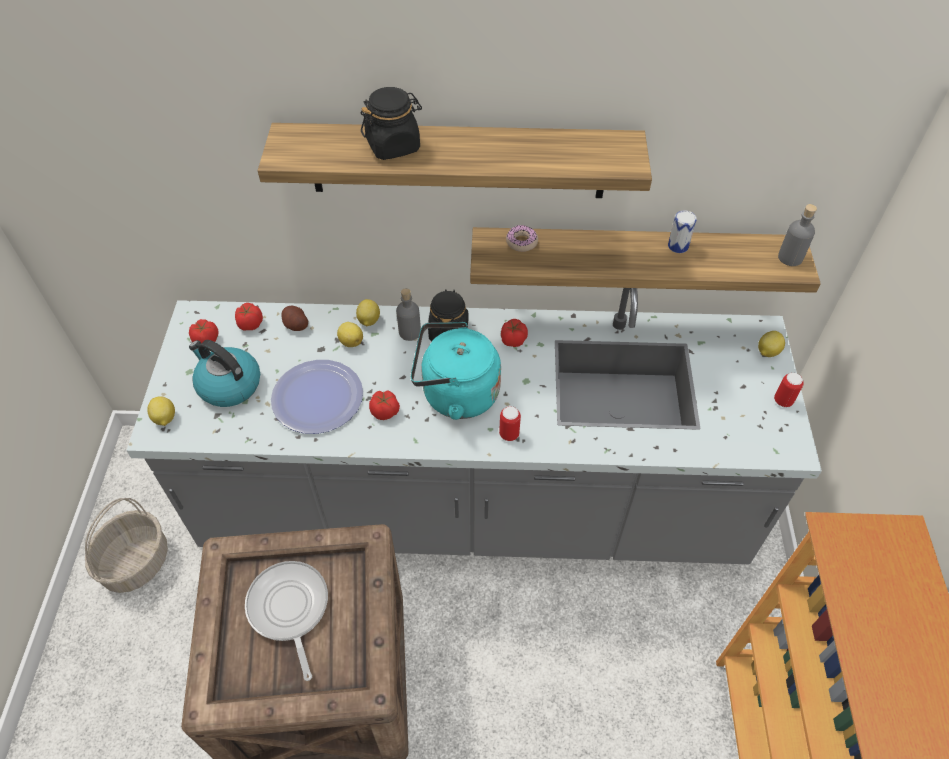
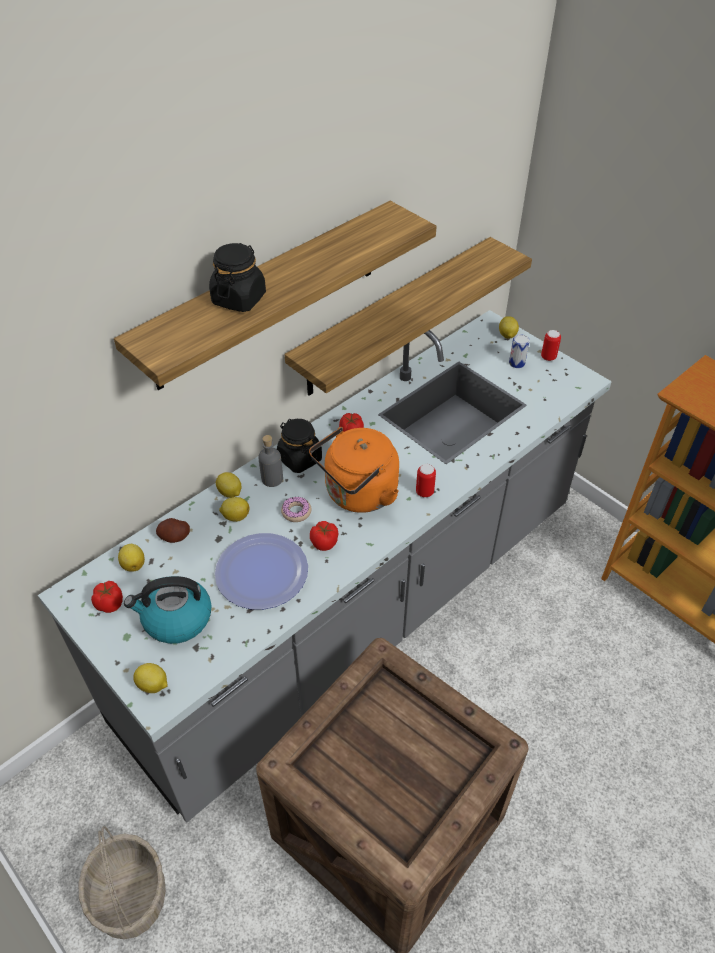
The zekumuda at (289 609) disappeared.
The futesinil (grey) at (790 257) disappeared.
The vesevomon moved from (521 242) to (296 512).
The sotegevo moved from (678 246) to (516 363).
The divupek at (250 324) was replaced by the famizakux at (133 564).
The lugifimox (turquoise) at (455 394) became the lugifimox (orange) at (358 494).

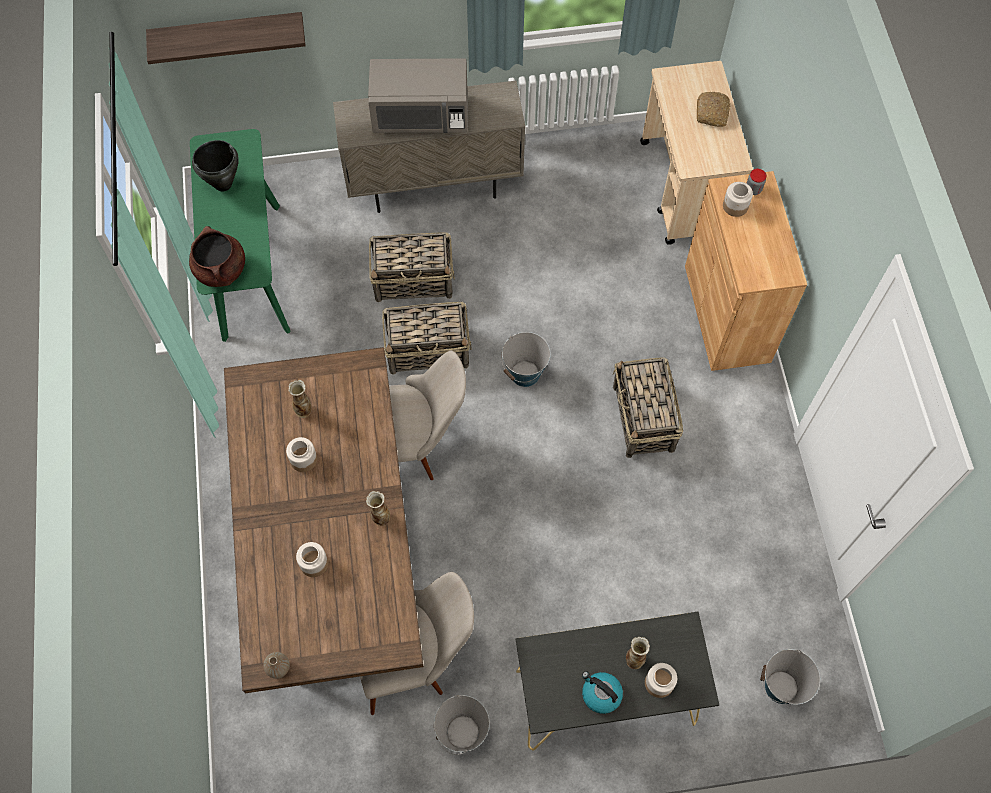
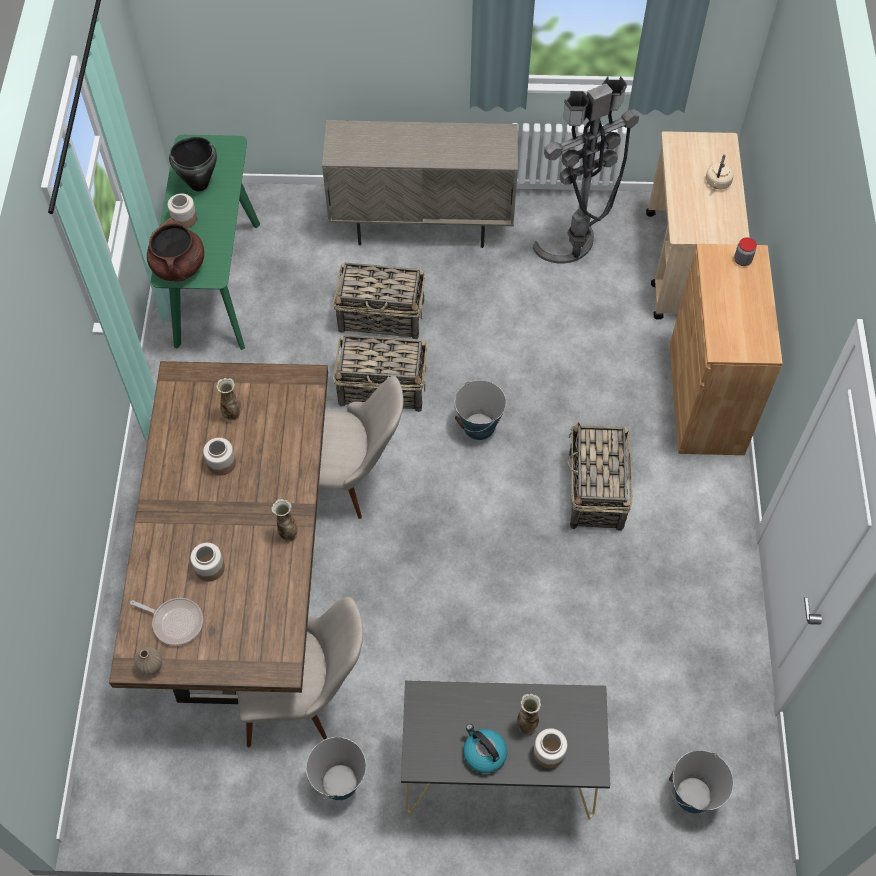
The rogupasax at (228 34) disappeared.
The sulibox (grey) at (421 115) disappeared.
The zekumuda at (175 622) appeared.
The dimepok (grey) at (573 254) appeared.
The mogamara moved from (735 206) to (184 219).
The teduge at (712 113) was replaced by the lugifimox (beige) at (717 183).

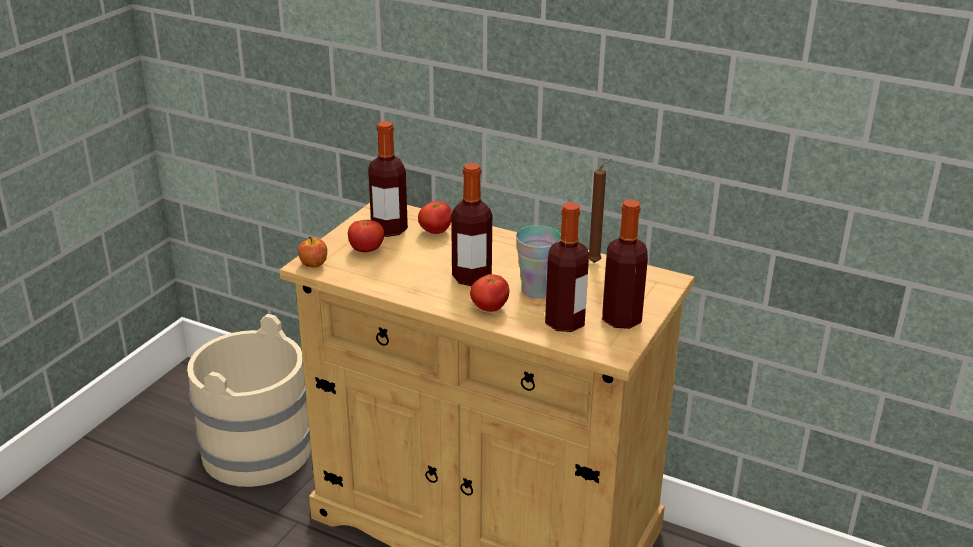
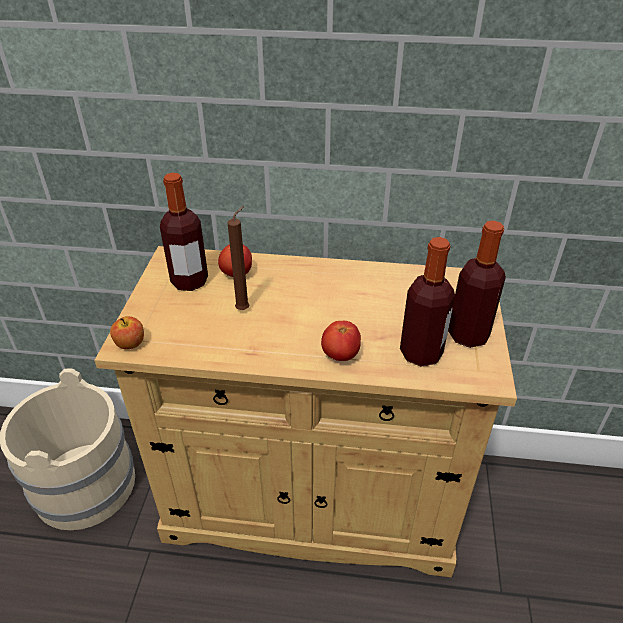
The divupek at (366 250) disappeared.
The futesinil at (471 278) disappeared.
The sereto at (536 290) disappeared.
The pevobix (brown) moved from (596 262) to (244 309).

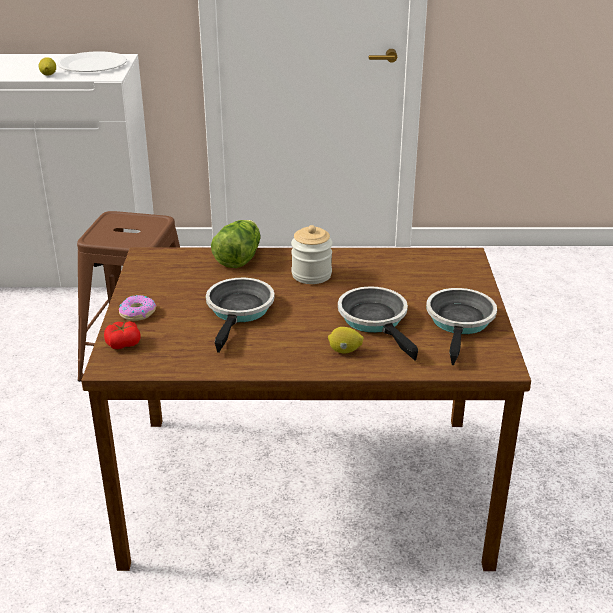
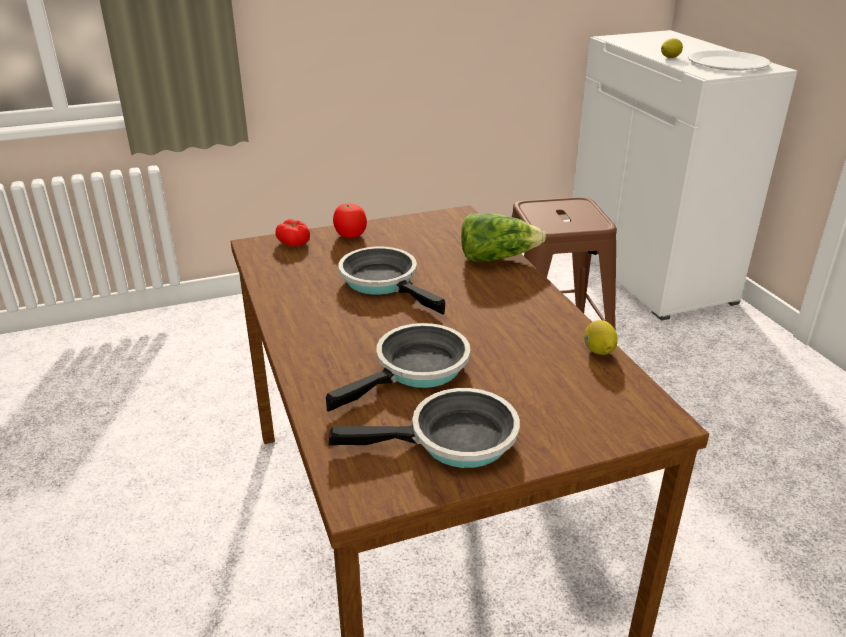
The mogamara at (311 275) disappeared.
The famizakux moved from (344 351) to (598 351).
The vesevomon at (137 313) was replaced by the divupek at (350 235).
The zekumuda at (239 311) turned 120 degrees counterclockwise.

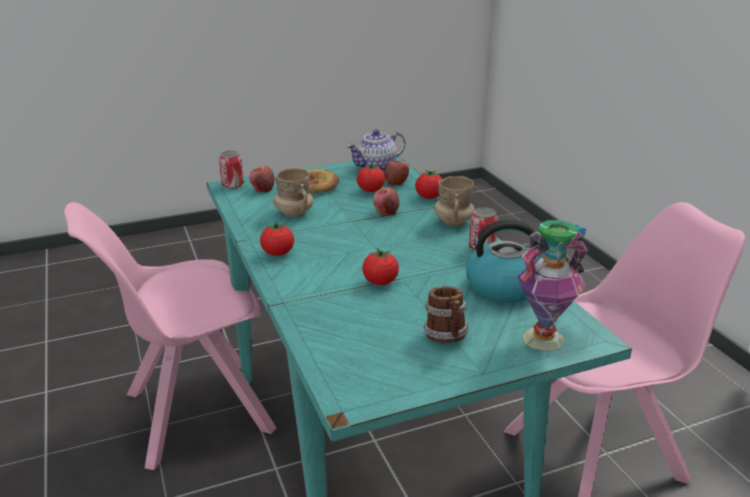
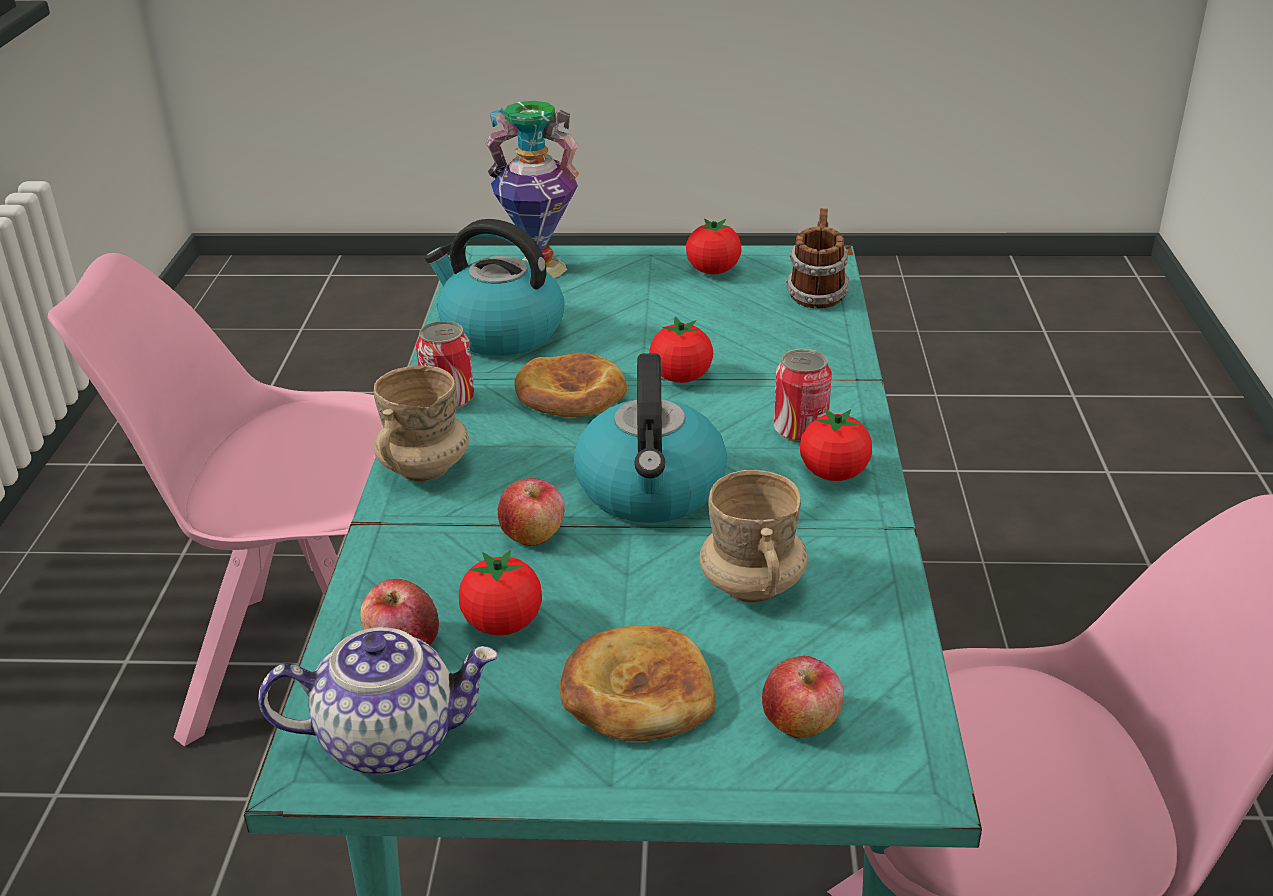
The teduge at (571 394) appeared.
The lugifimox at (651 490) appeared.
The sotegevo moved from (232 185) to (800 430).
The divupek moved from (429 197) to (713 271).
The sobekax moved from (447 337) to (816 295).

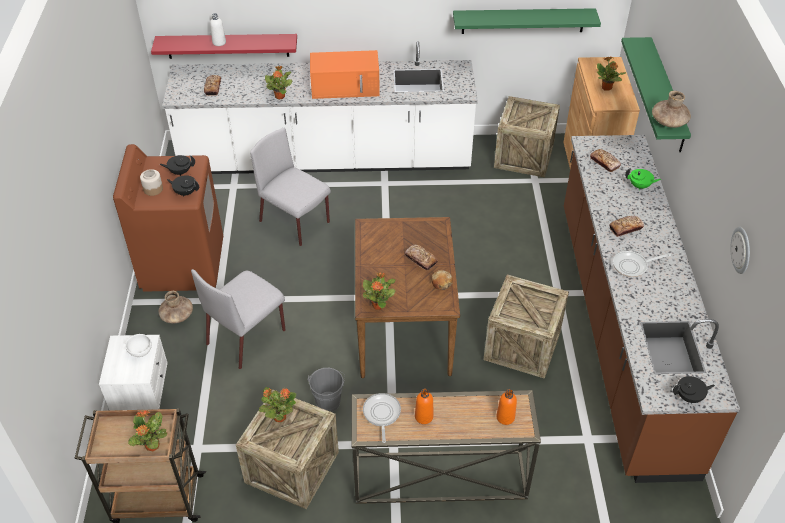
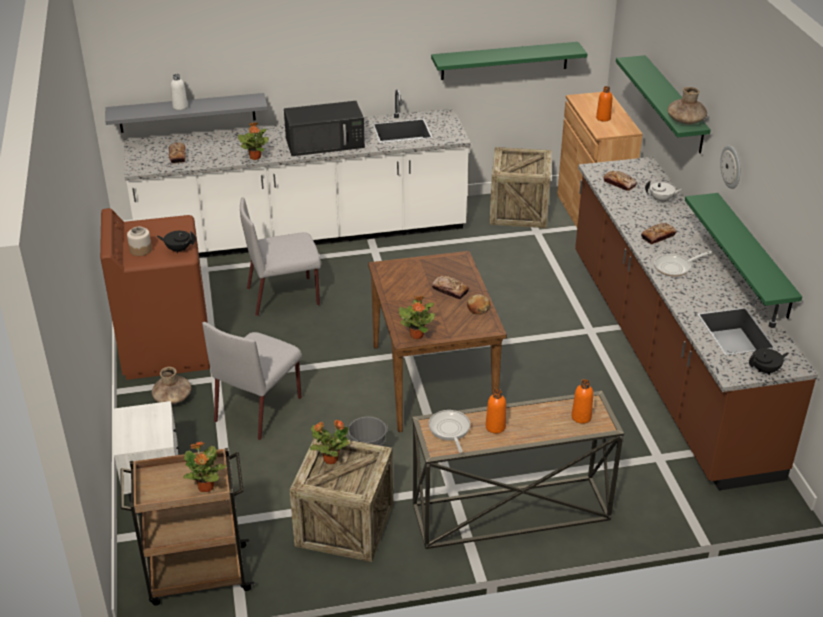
The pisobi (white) at (140 352) disappeared.
The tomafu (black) at (180 172) disappeared.
The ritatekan at (522 345) disappeared.
The rogupasax (green) at (754 256) appeared.
The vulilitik moved from (741 250) to (731 166).
The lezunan at (606 88) was replaced by the futesinil (orange) at (603 118).
The rogupasax (red) at (227 46) became the rogupasax (grey) at (187 113).
The sulibox (orange) at (346 87) became the sulibox (black) at (326 142).
The tomafu (green) at (640 186) became the tomafu (white) at (661 200).
The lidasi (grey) at (295 222) turned 45 degrees counterclockwise.

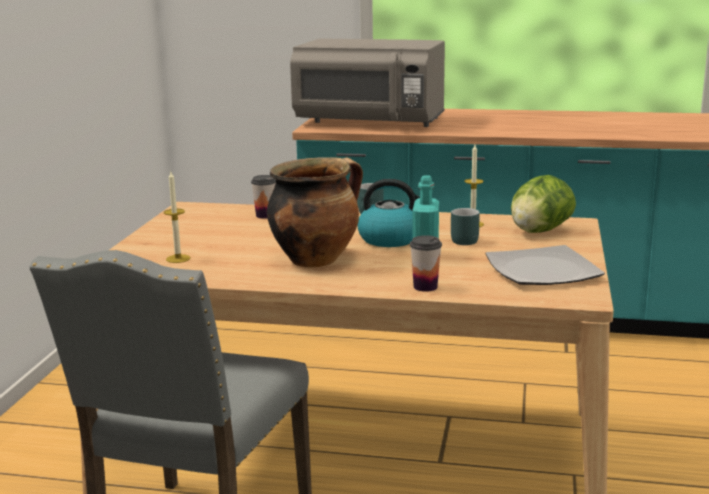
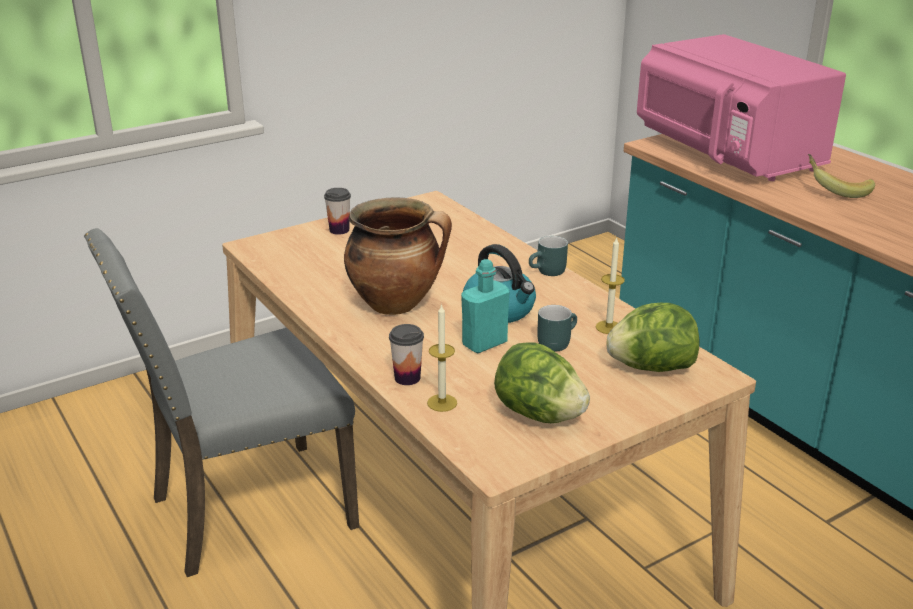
The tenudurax at (836 190) appeared.
The pevobix moved from (178 258) to (442 403).
The sereto moved from (265 215) to (339 230).
The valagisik at (541 270) was replaced by the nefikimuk at (538 415).
The sulibox (grey) at (370 122) became the sulibox (pink) at (727 154).

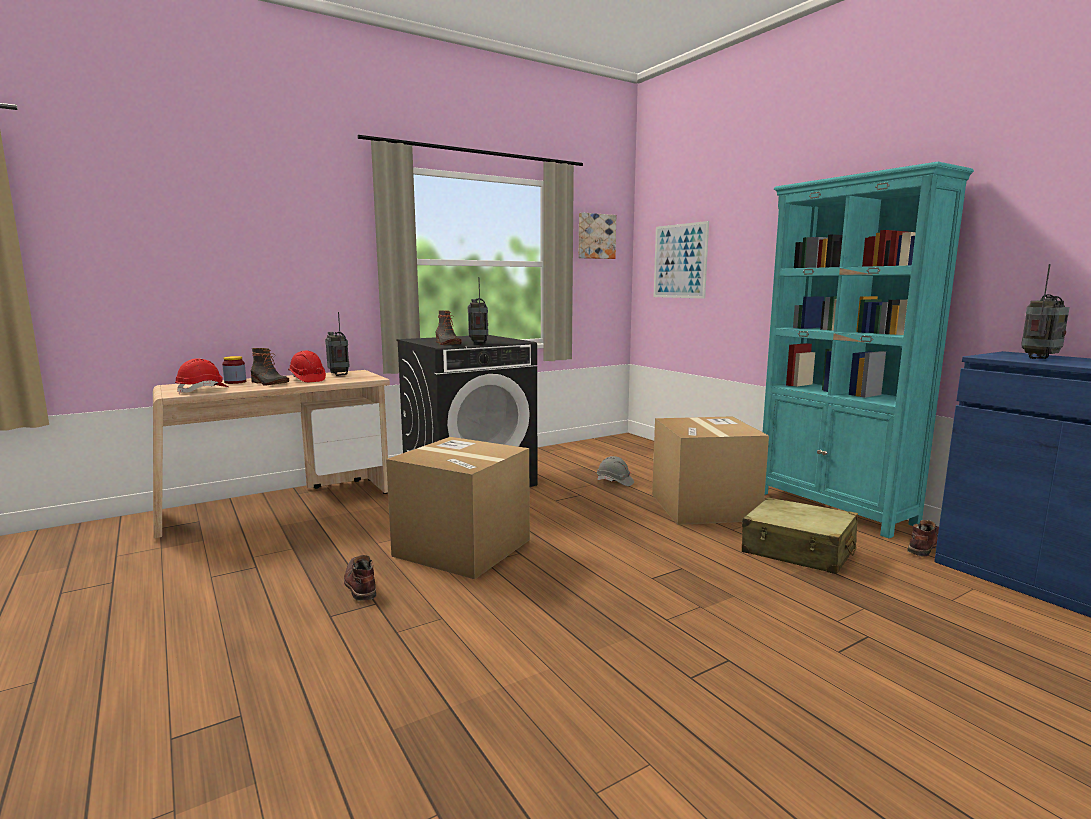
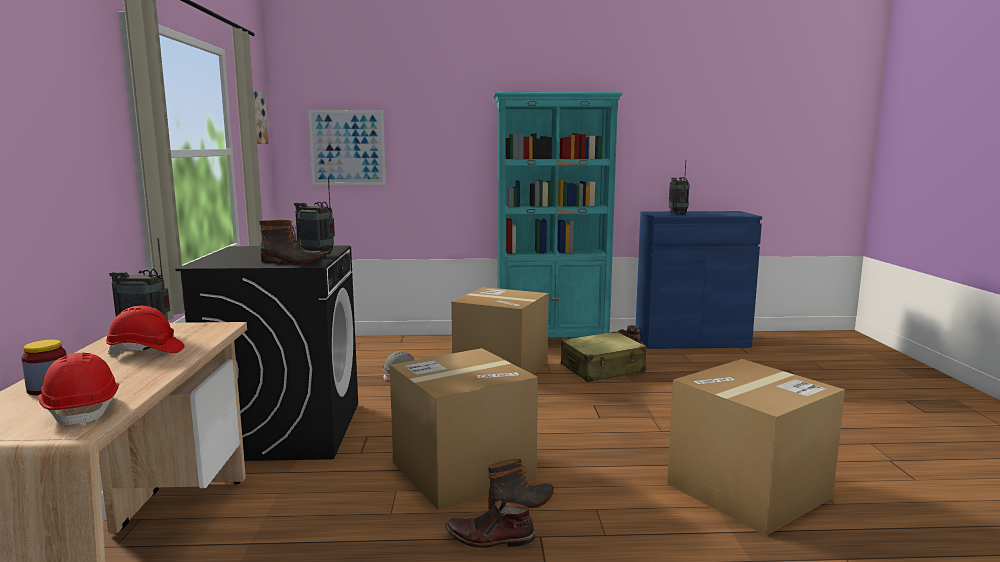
The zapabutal at (748 490) appeared.
The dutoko moved from (268 383) to (522 503).

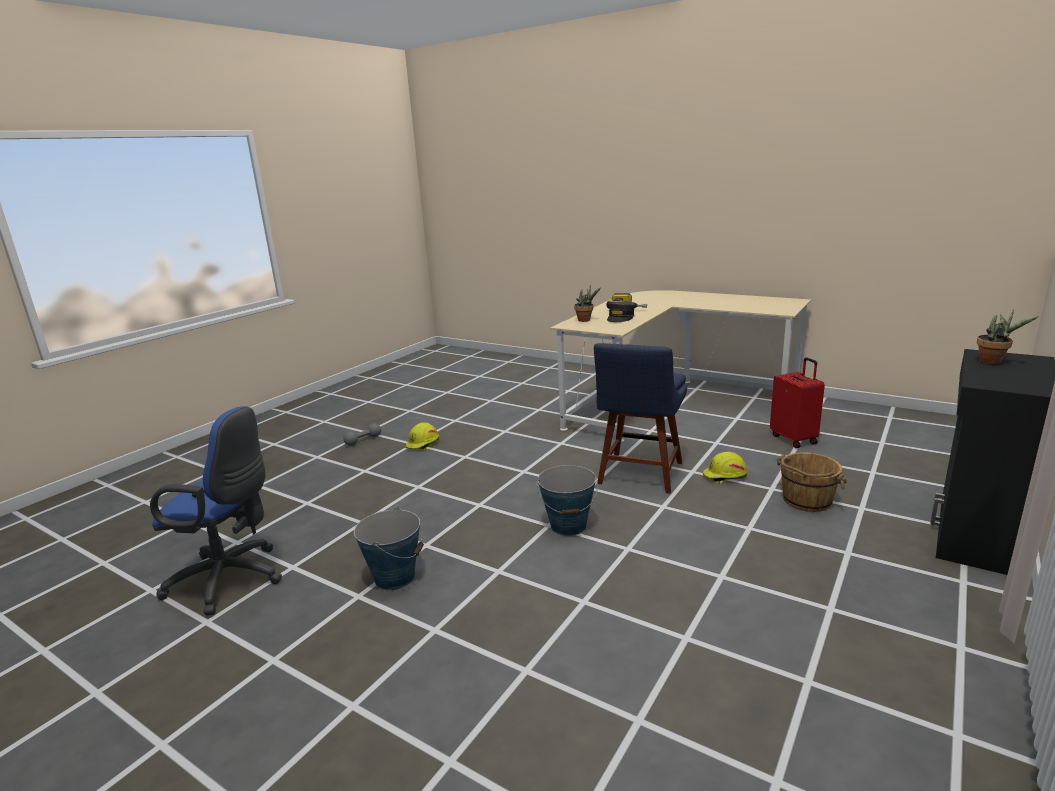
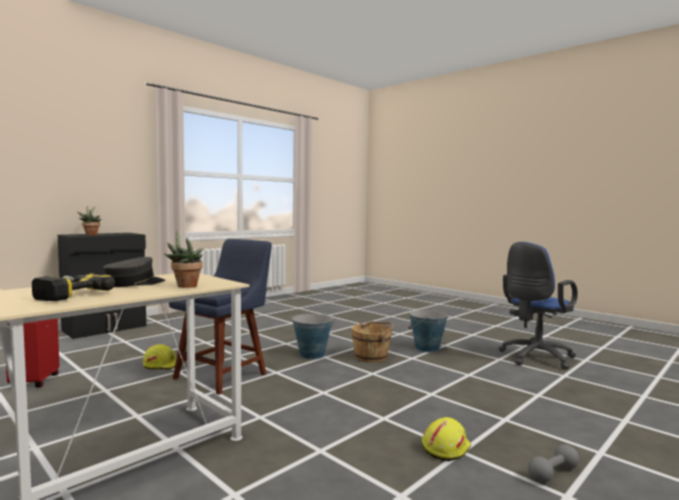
The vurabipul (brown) moved from (806 500) to (371 356).
The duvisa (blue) at (232 580) turned 60 degrees counterclockwise.

